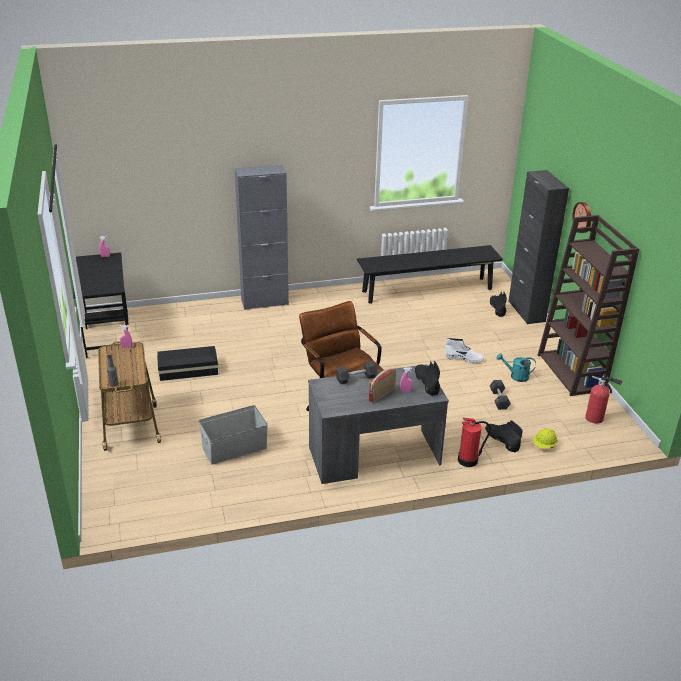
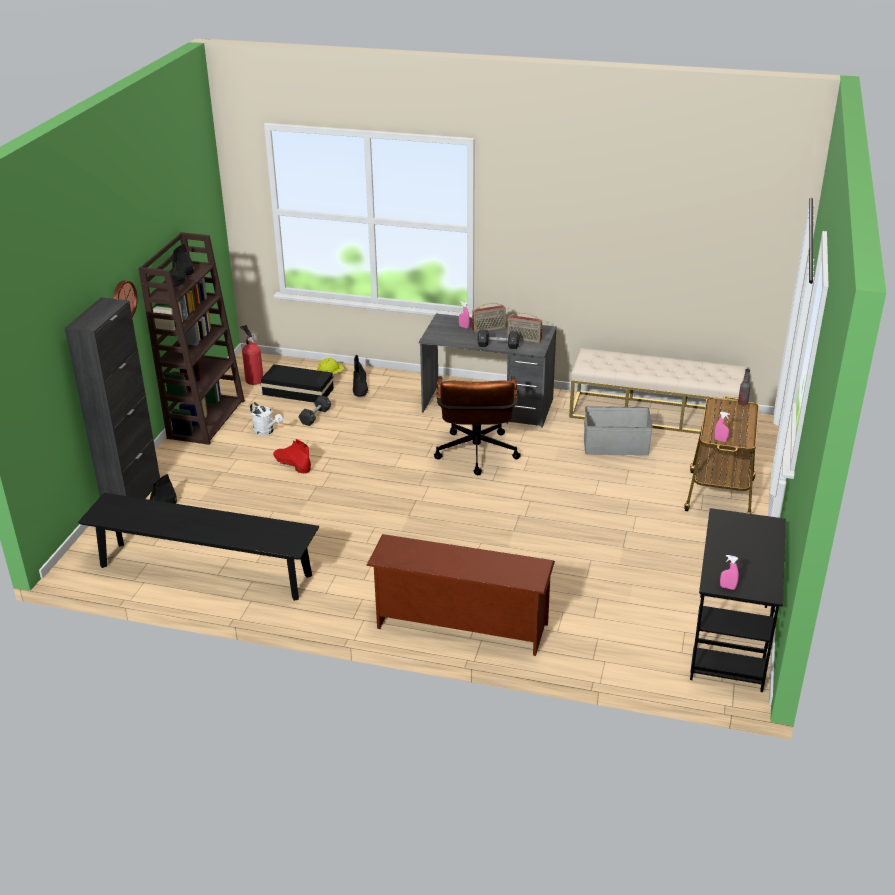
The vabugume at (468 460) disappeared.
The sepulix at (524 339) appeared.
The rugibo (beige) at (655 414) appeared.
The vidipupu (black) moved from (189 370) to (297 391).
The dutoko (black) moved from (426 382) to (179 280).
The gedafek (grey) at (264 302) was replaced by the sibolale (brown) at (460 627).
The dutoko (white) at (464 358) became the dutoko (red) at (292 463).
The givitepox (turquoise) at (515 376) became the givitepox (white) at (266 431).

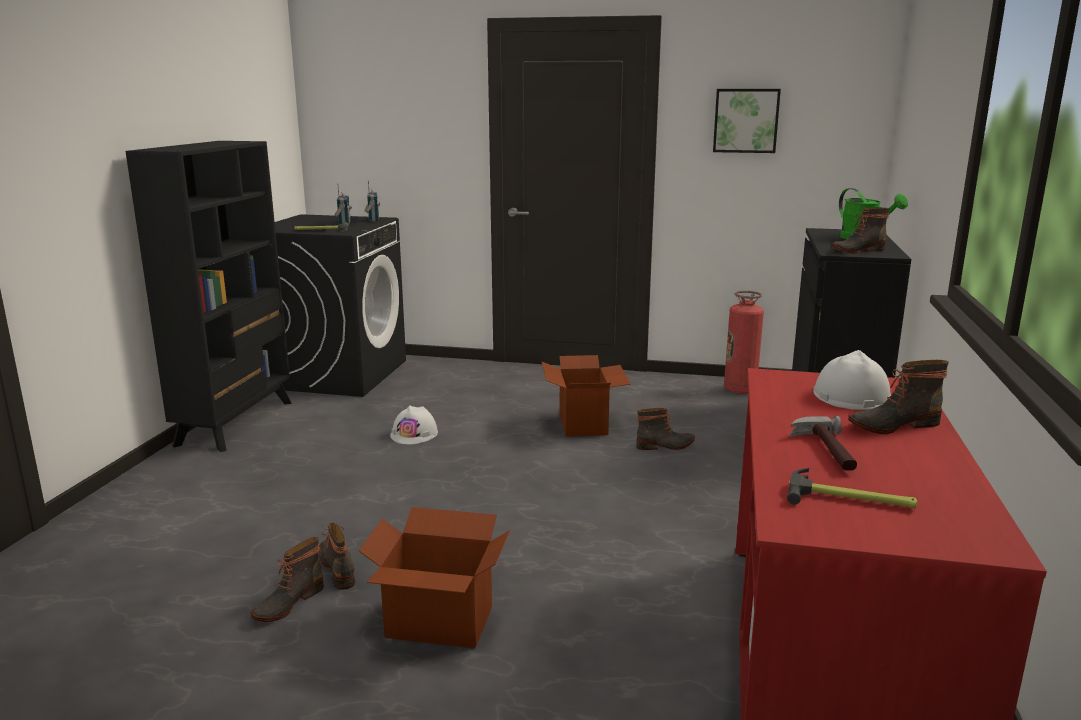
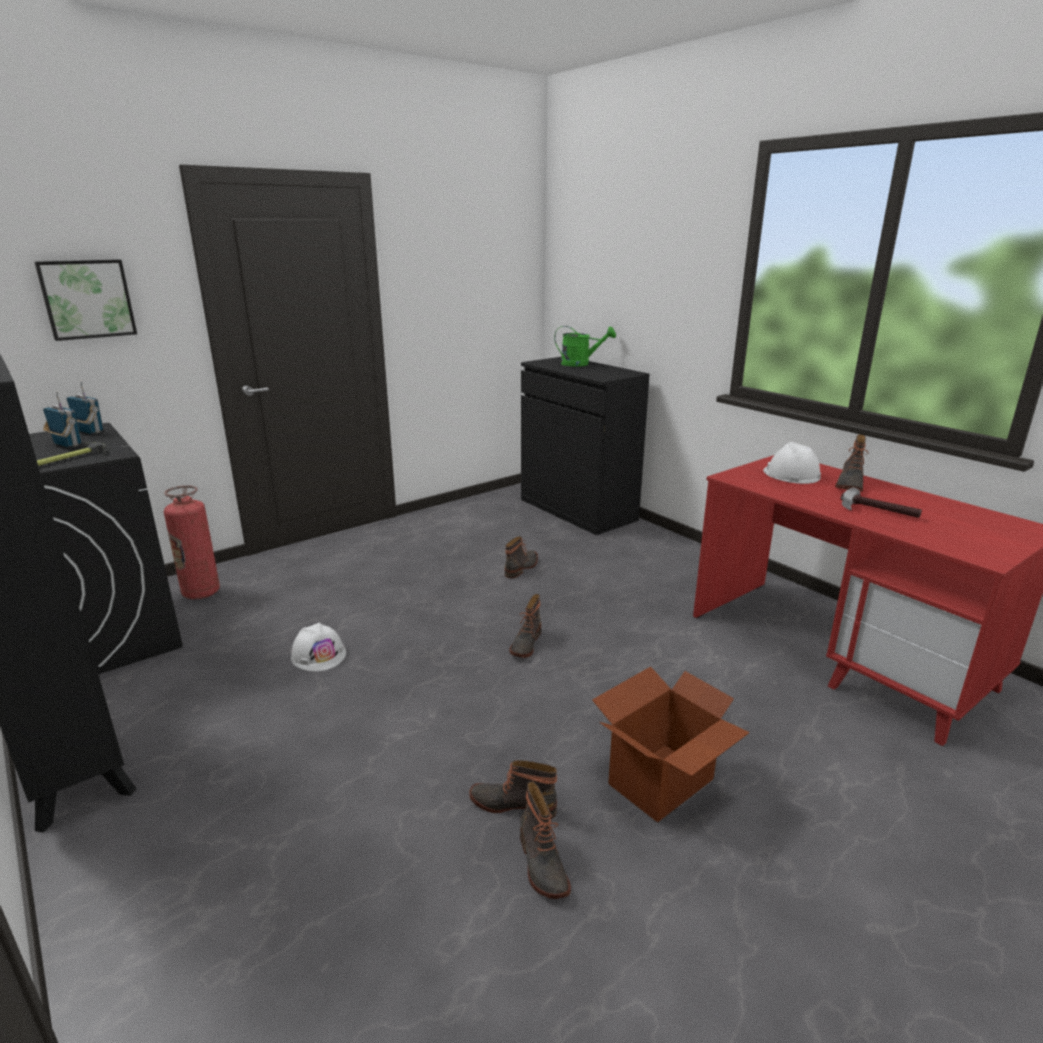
The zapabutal at (584 424) disappeared.
The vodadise at (850 499) disappeared.
The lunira moved from (746 120) to (87 299).
The vabugume moved from (740 390) to (201 592).
The dutoko moved from (856 250) to (525 644).

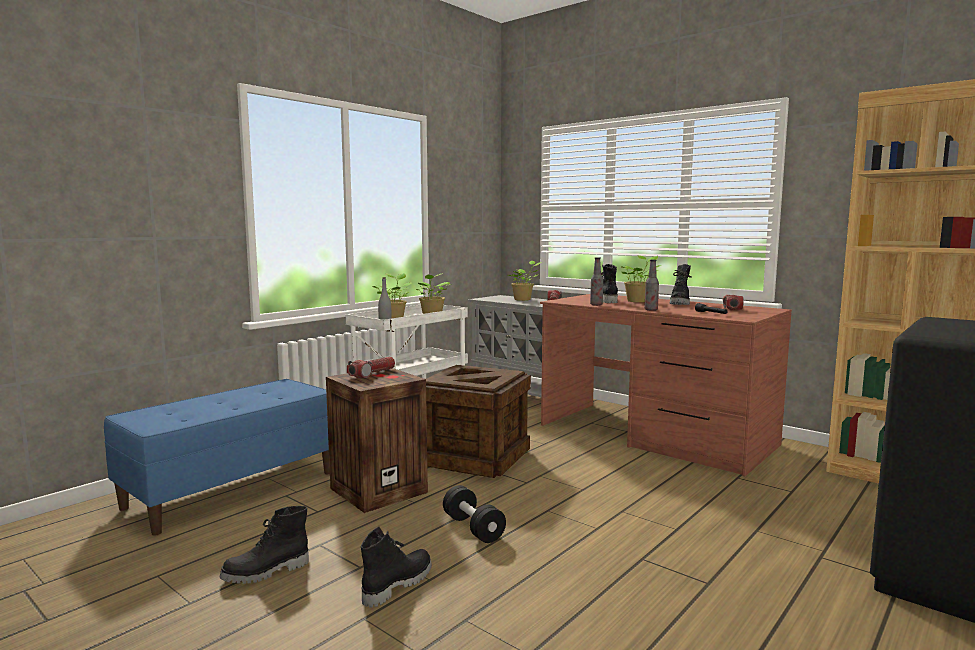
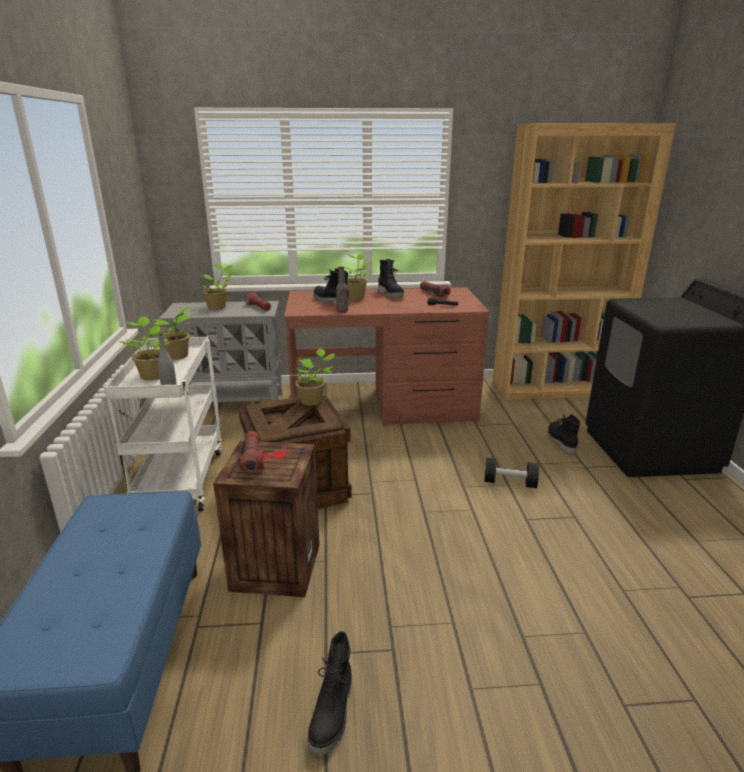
The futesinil at (651 310) disappeared.
The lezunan at (313 401) appeared.
The dutoko (black) moved from (396 585) to (560 442).
The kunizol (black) moved from (473 528) to (510 483).

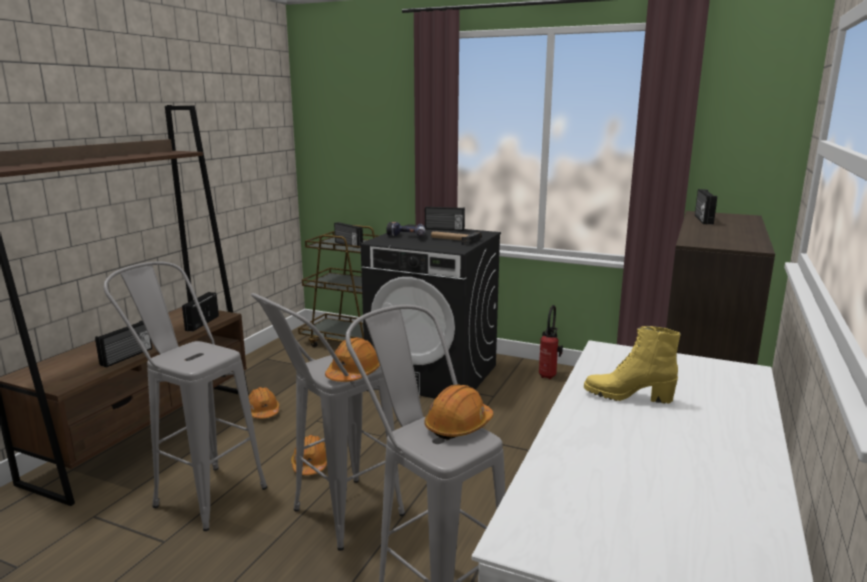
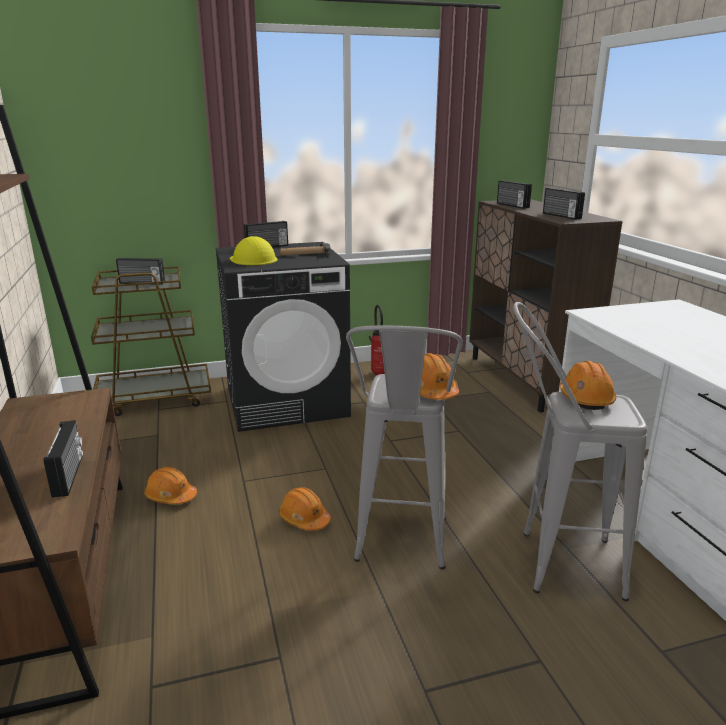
The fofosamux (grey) at (200 492) disappeared.
The dutoko (yellow) at (627 396) disappeared.
The sepulix moved from (201 323) to (560 216).
The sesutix at (406 237) was replaced by the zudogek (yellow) at (253 259).

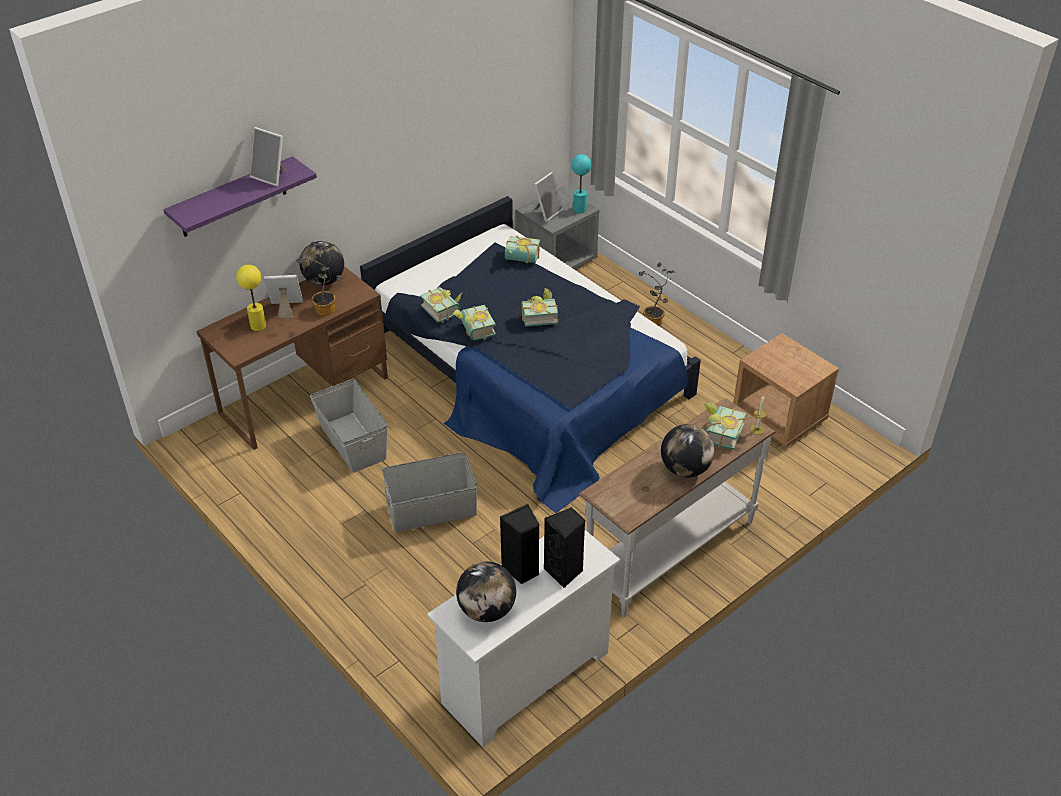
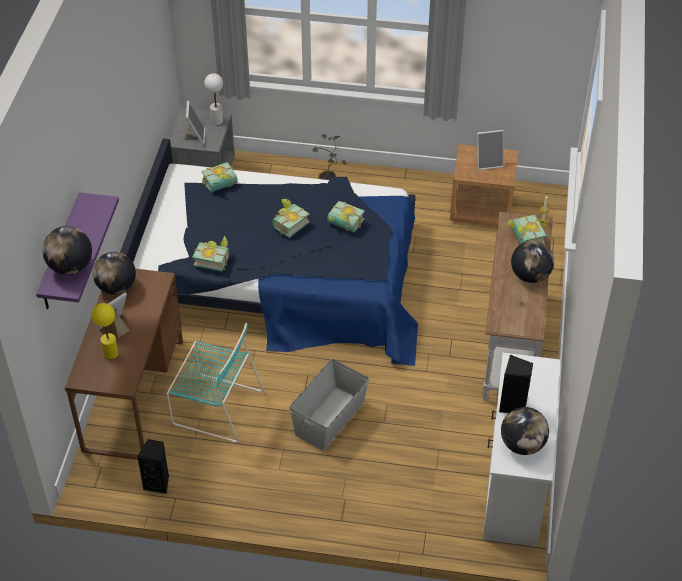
The lezunan at (327 311) disappeared.
The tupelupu at (70 267) appeared.
The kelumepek moved from (271 176) to (488 162).
The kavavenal moved from (473 331) to (344 225).
The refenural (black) moved from (565 572) to (158 483).
The vidipupu (grey) at (352 442) was replaced by the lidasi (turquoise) at (215 406).
The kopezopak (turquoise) at (579 209) became the kopezopak (white) at (217 121).

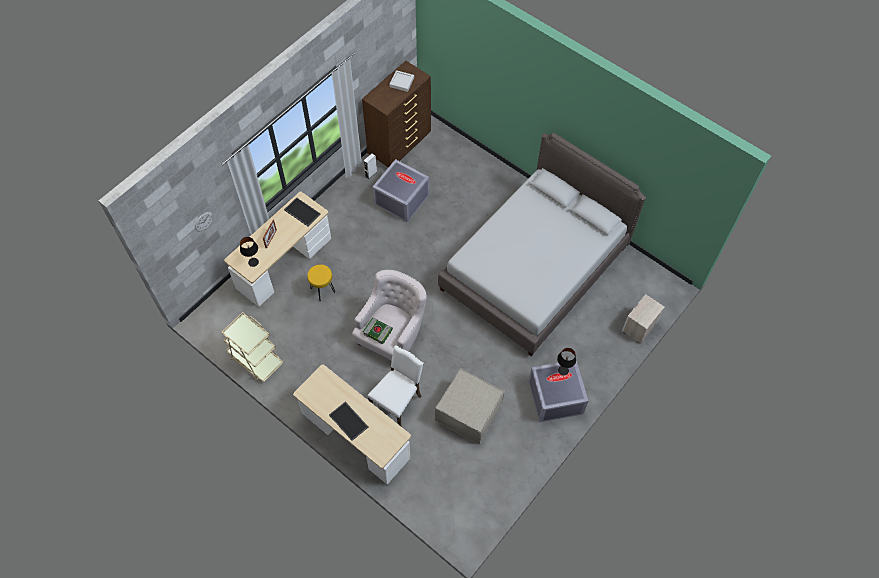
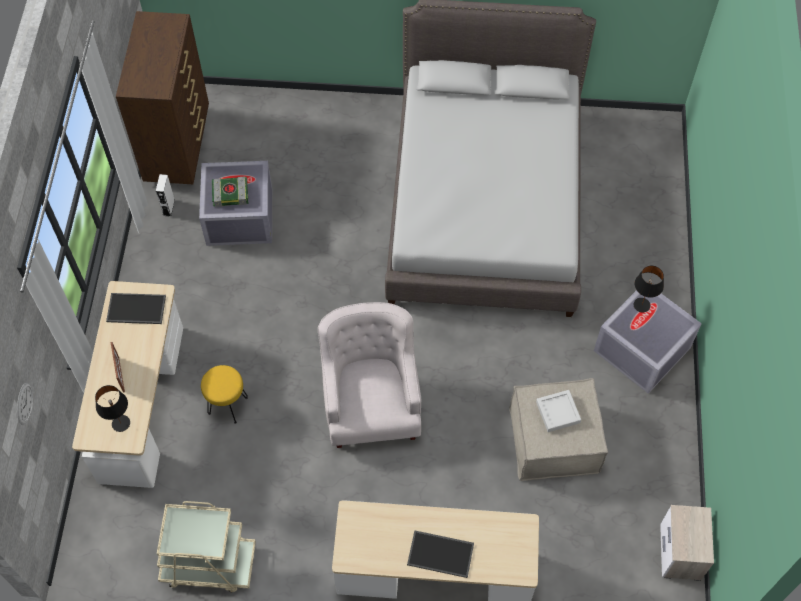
The lidasi (white) at (397 402) disappeared.
The kavavenal moved from (378 332) to (231 193).
The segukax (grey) moved from (401 82) to (558 412).
The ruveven moved from (639 327) to (680 553).

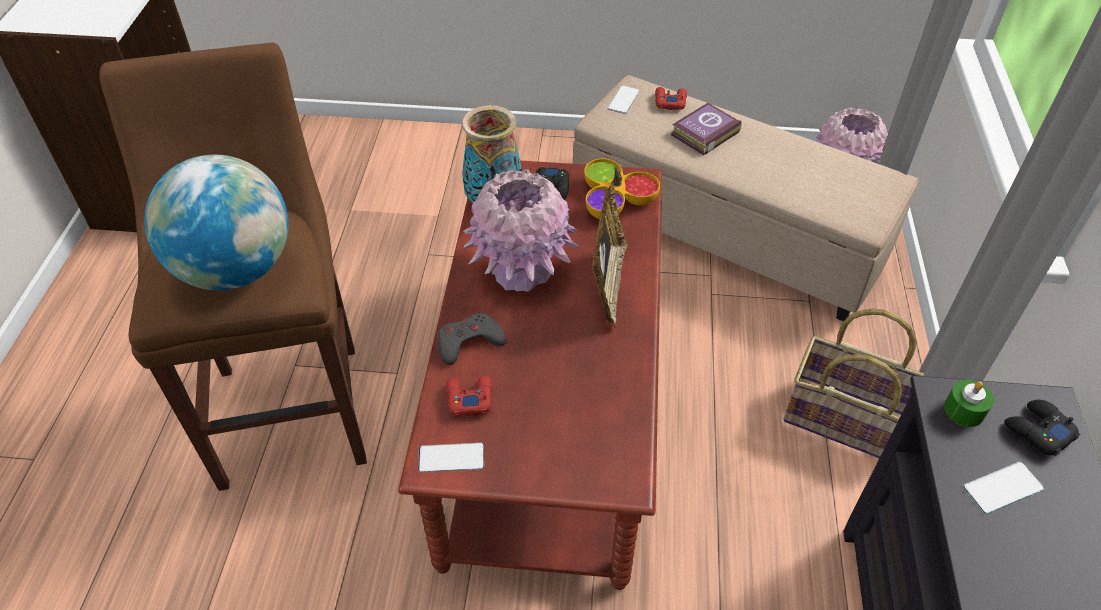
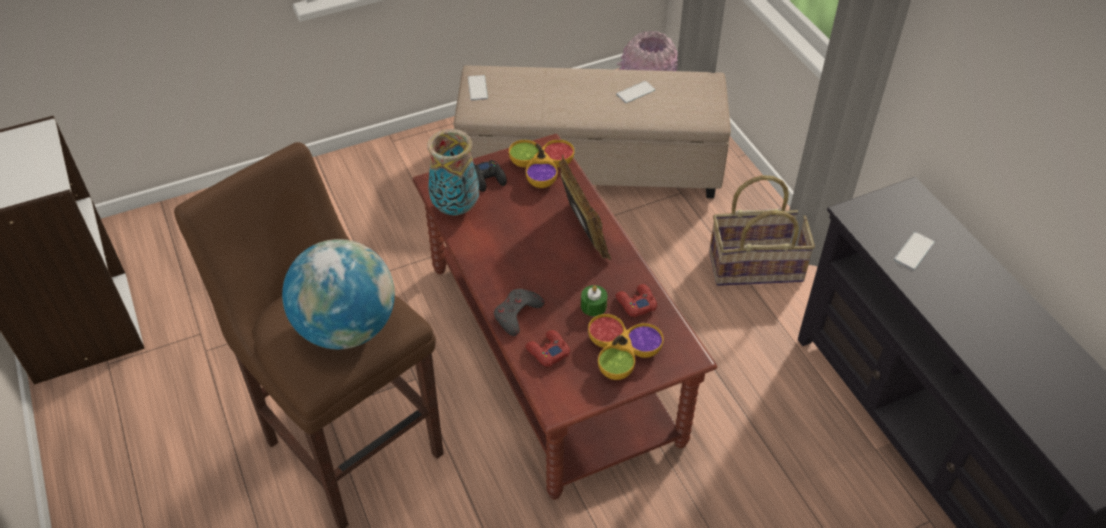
The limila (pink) at (521 270) disappeared.
The kavavenal at (703 133) disappeared.
The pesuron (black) at (1037 431) disappeared.
The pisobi at (621 353) appeared.
The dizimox moved from (451 458) to (635 92).
The pesuron (red) moved from (669 102) to (635 303).
The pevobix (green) moved from (964 410) to (593 306).

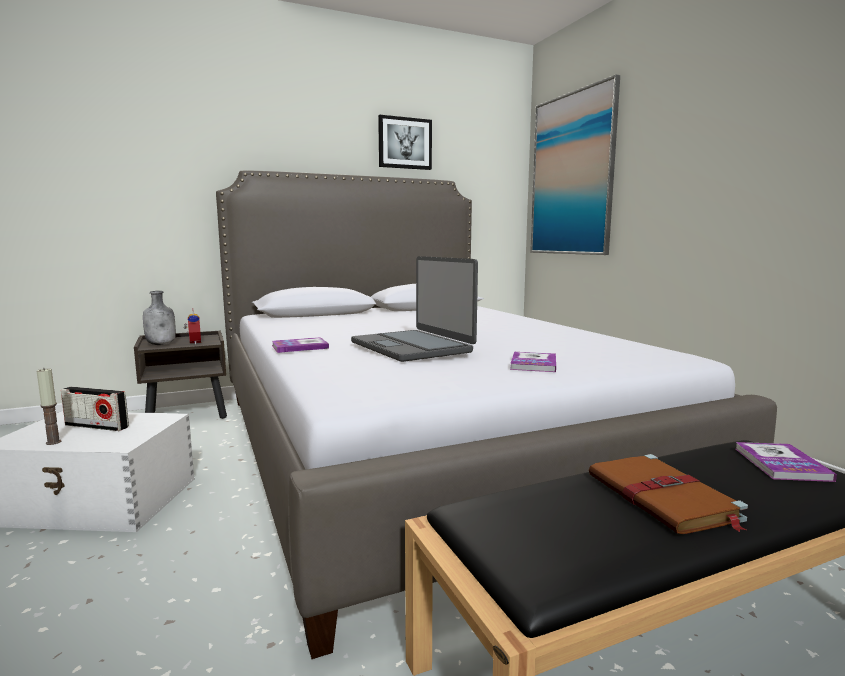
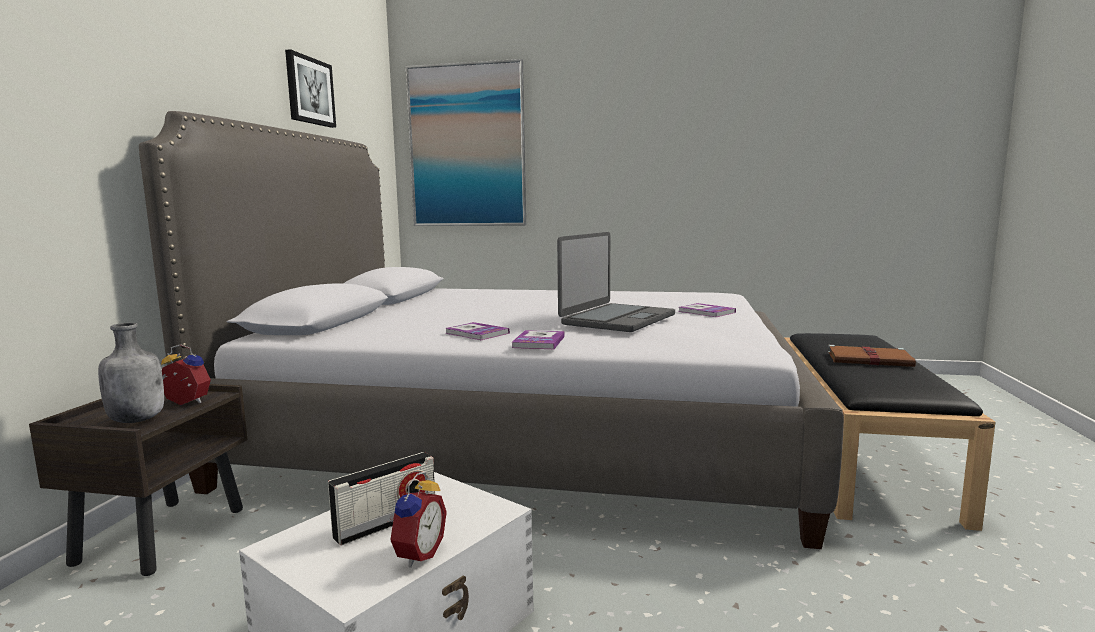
The kavavenal moved from (781 464) to (477 333).
The pevobix at (53 442) was replaced by the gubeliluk at (416 554).
The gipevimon at (412 347) turned 60 degrees counterclockwise.

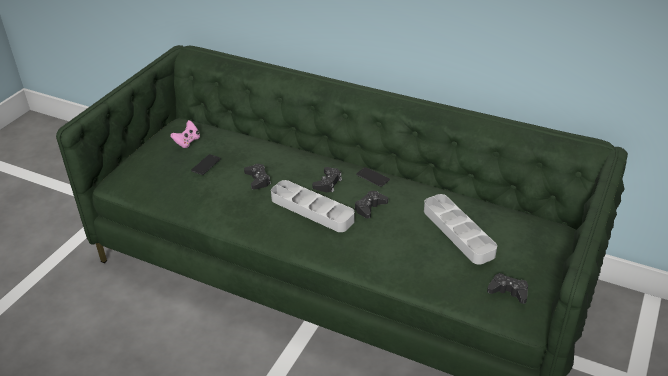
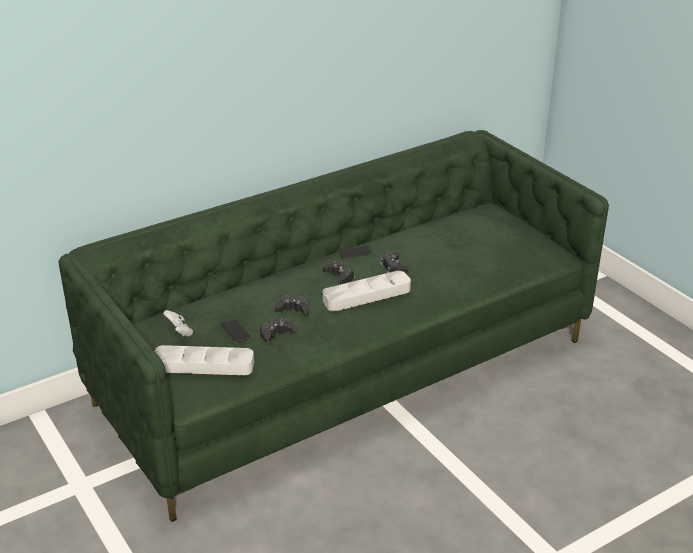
The segukax (grey) moved from (458 232) to (204 365).
The pesuron (black) moved from (508 291) to (276 333).
The pesuron (pink) at (187 142) became the pesuron (white) at (180 332).

